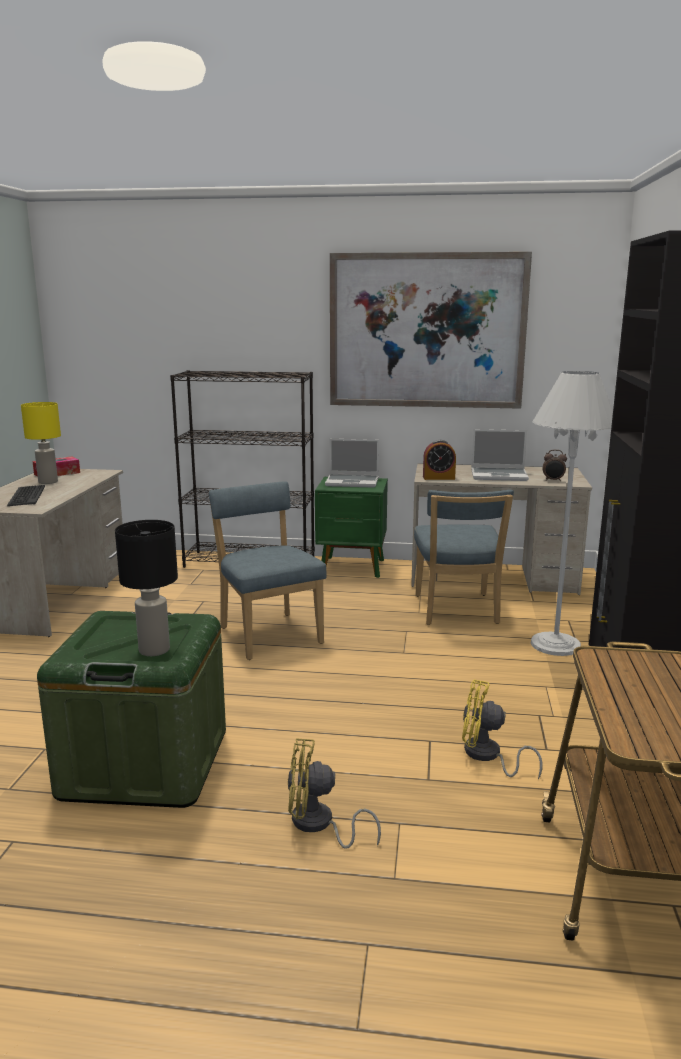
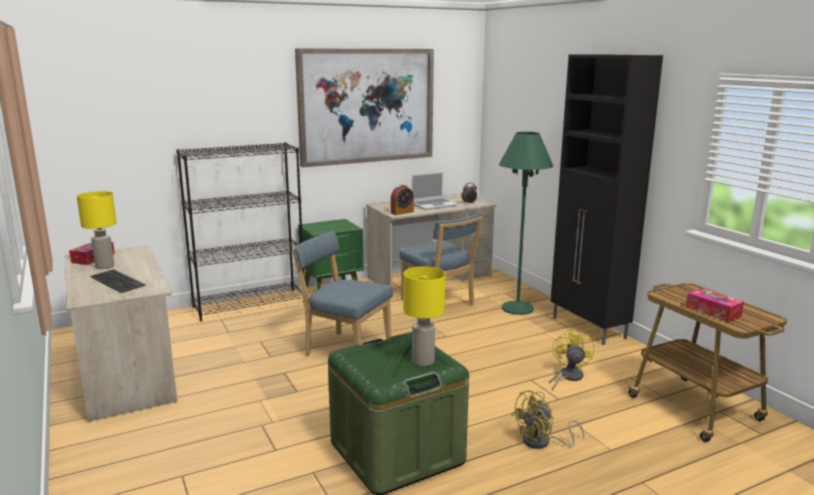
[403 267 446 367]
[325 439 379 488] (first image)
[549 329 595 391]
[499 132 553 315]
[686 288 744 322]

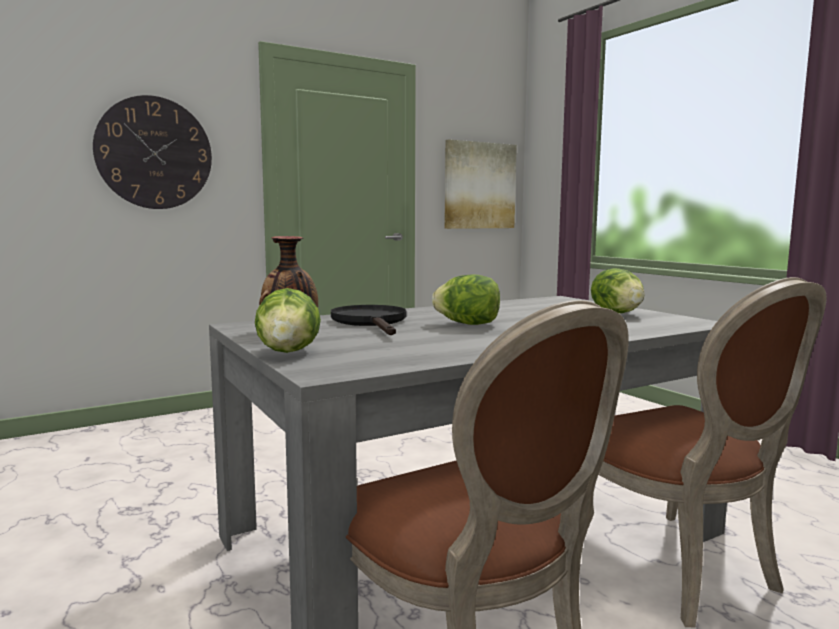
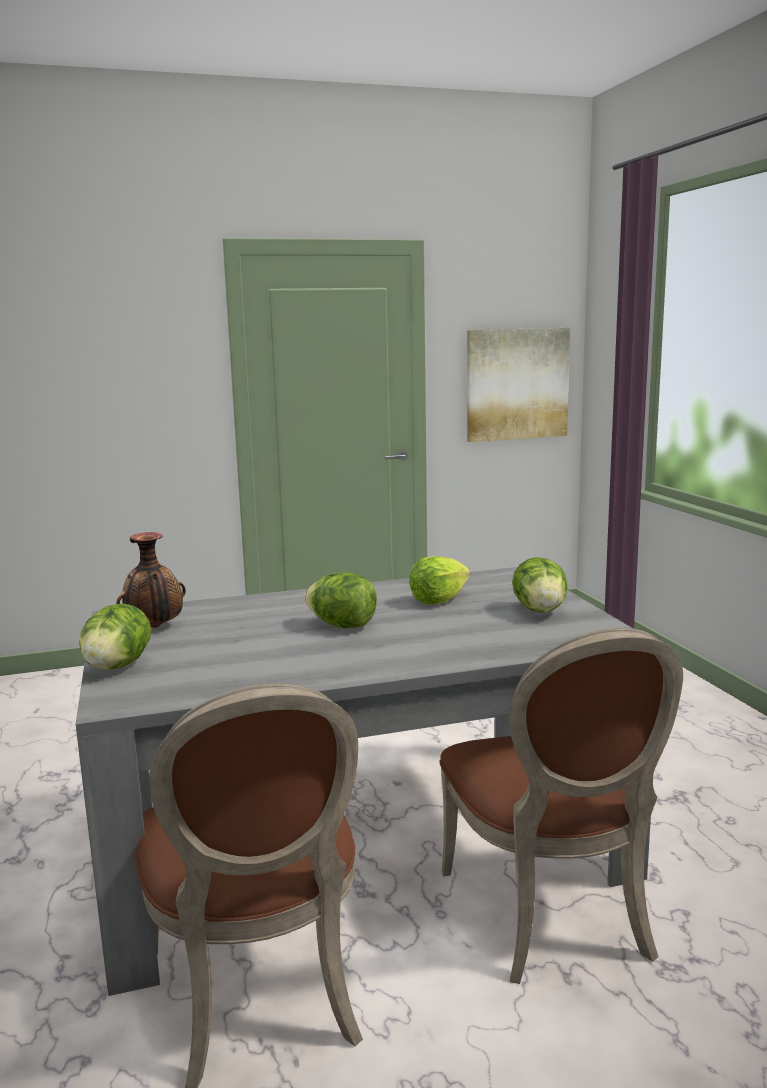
[93 95 212 209] (first image)
[331 305 407 335] (first image)
[409 556 470 604]

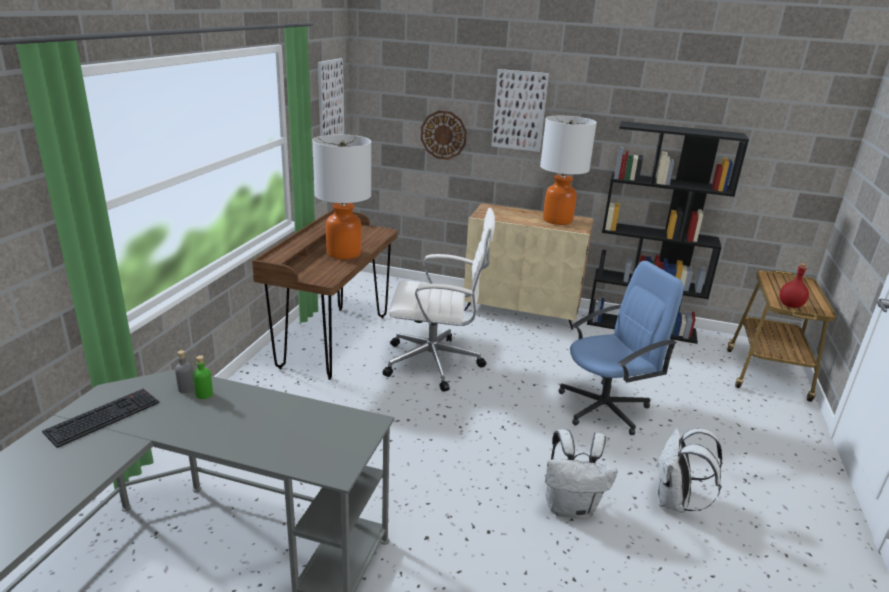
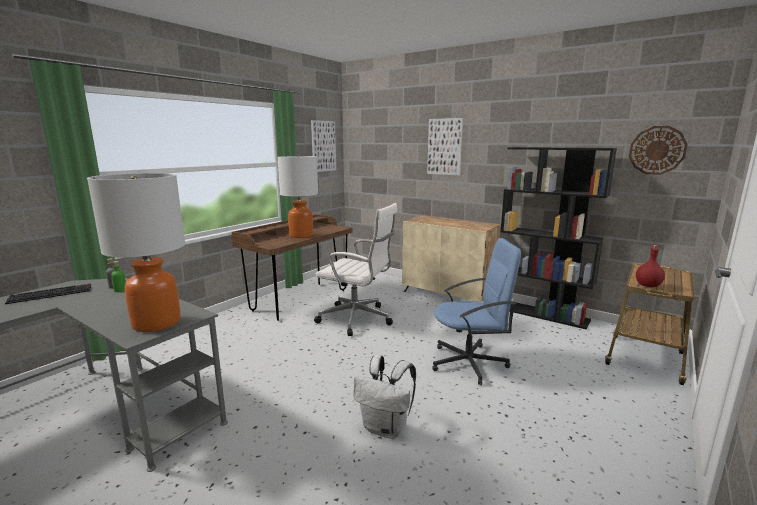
[629 126 688 175]
[87 173 185 332]
[656 428 722 513] (first image)

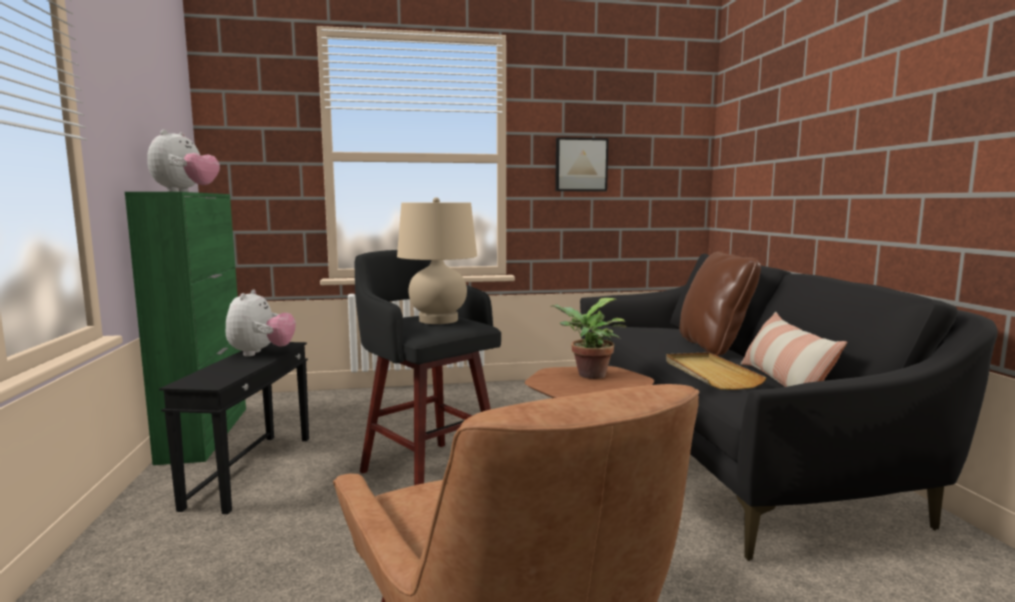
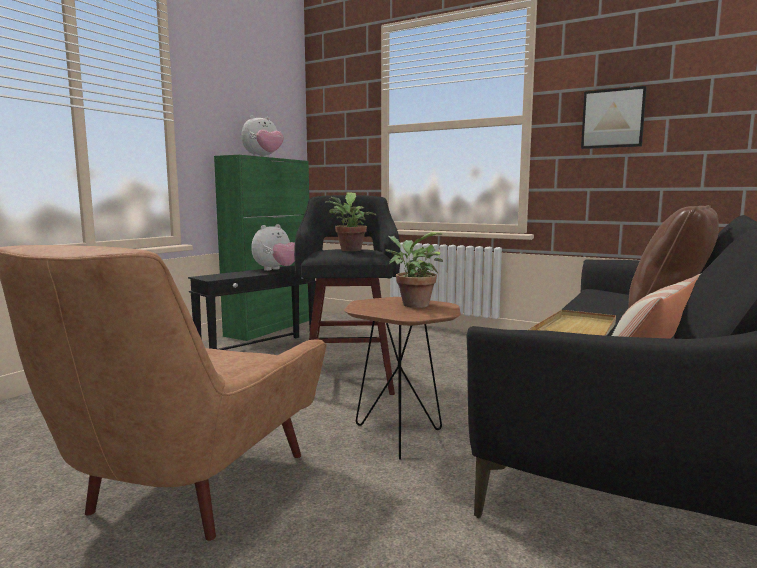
[325 193 376 251]

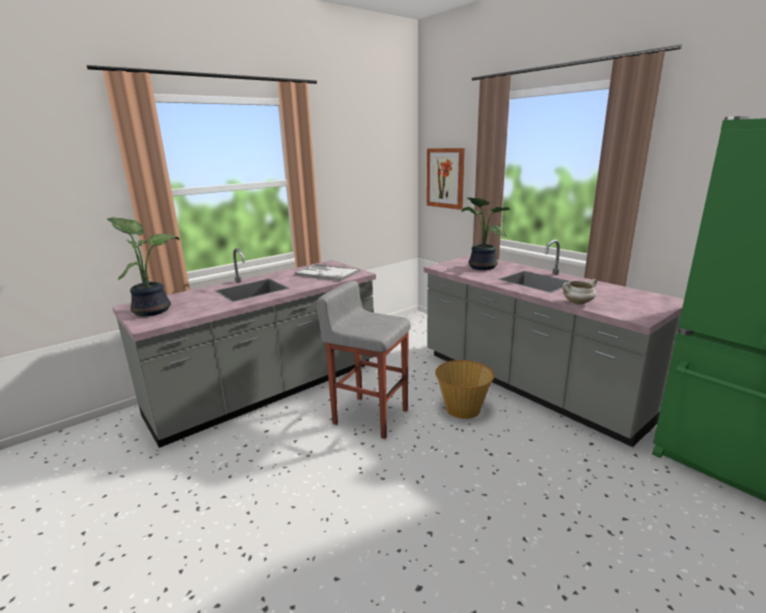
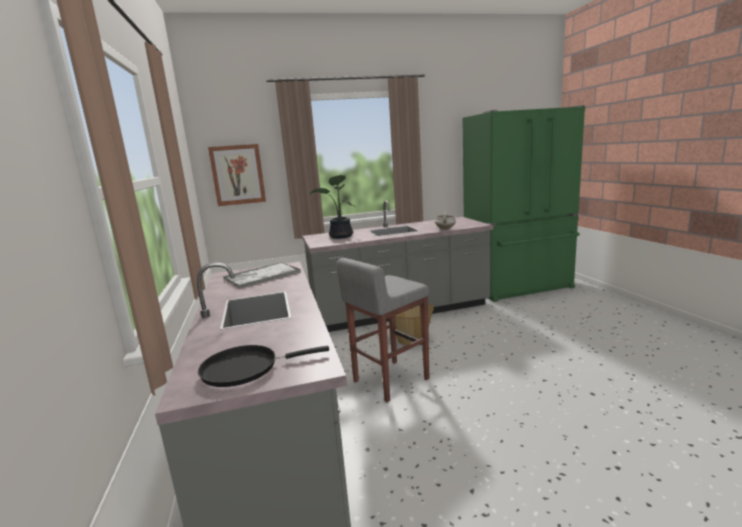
[198 345 329 387]

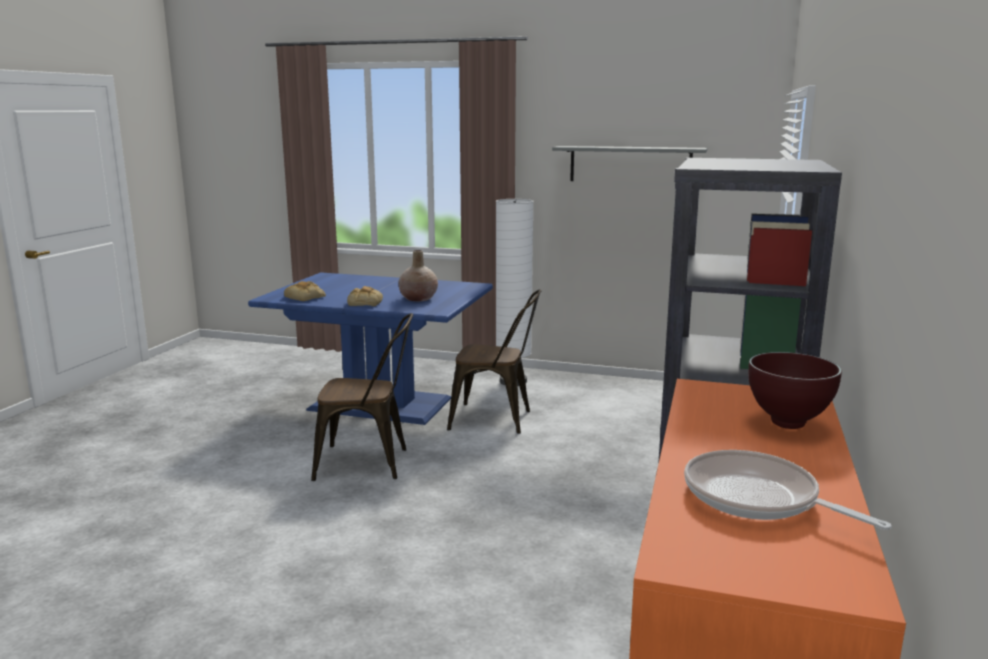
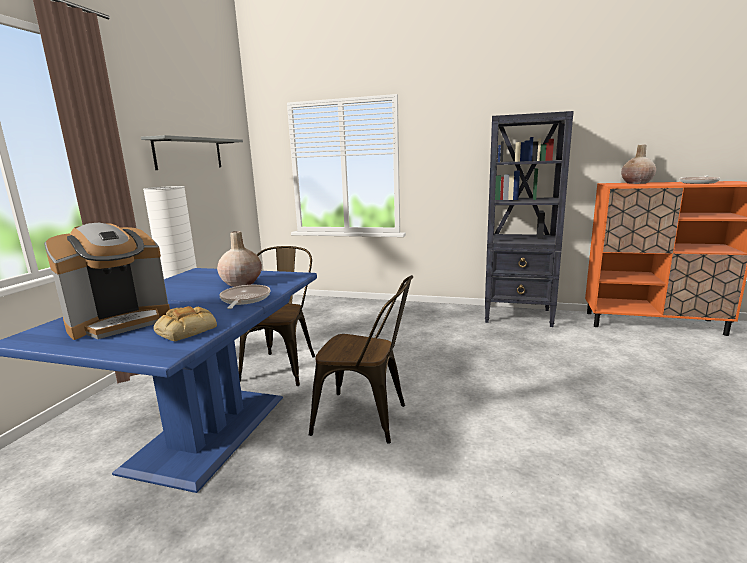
[309 275 413 444]
[219 285 271 309]
[621 145 656 184]
[44 223 170 340]

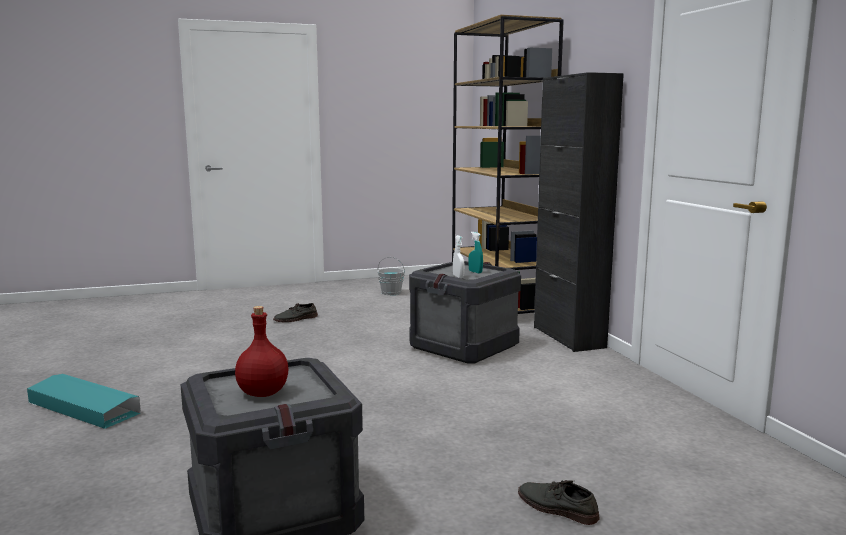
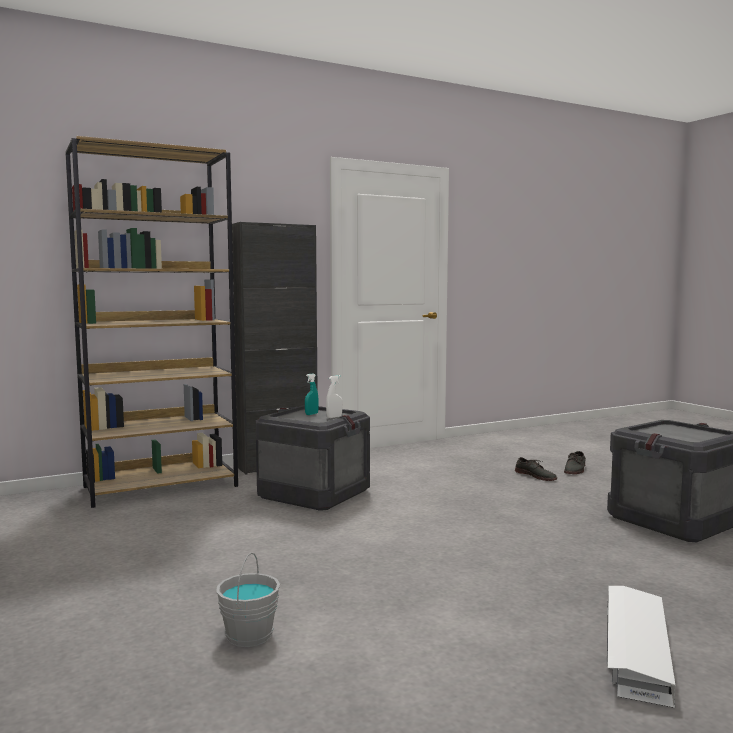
[607 586 676 708]
[235 306 289 397] (first image)
[515 457 557 481]
[216 552 280 647]

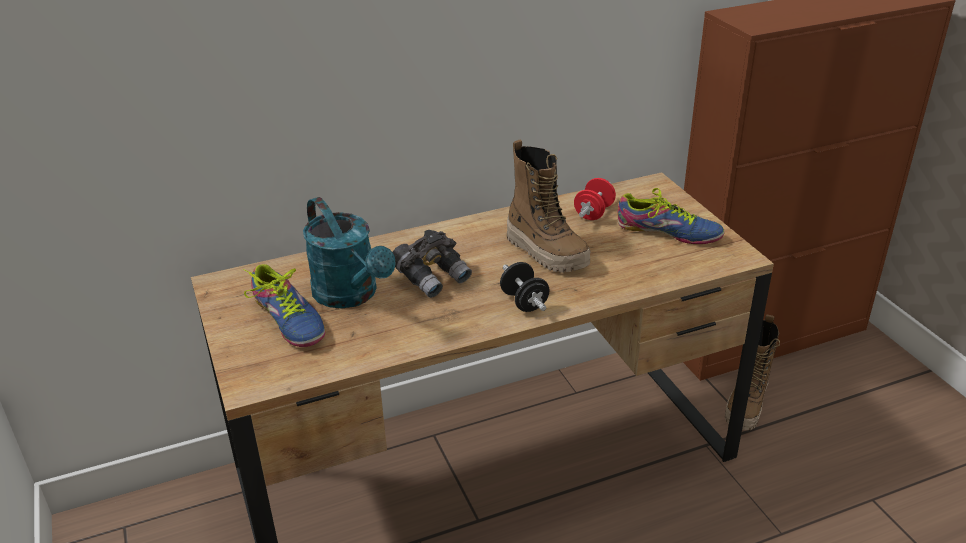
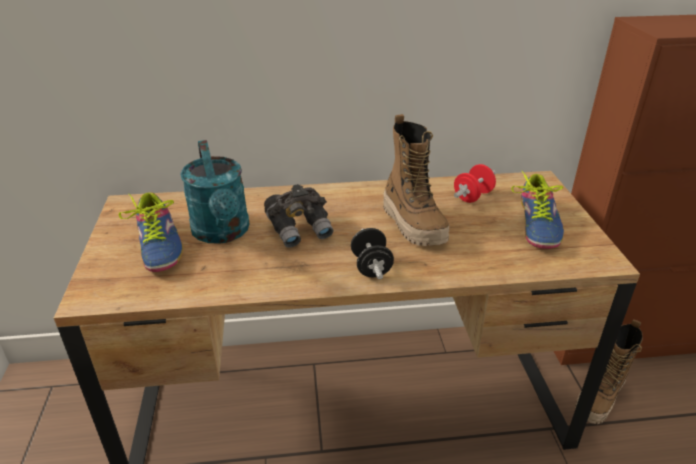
[511 171 564 249]

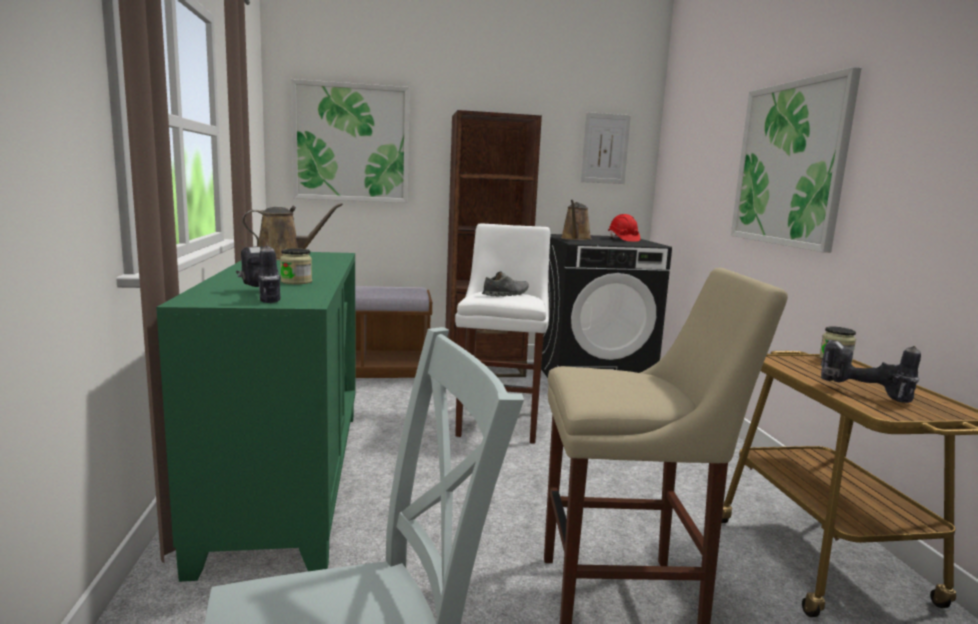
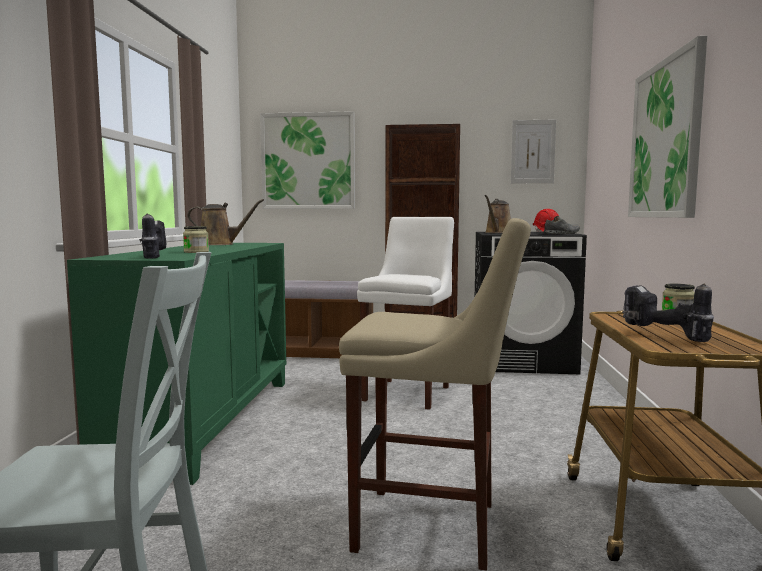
[543 216 580 234]

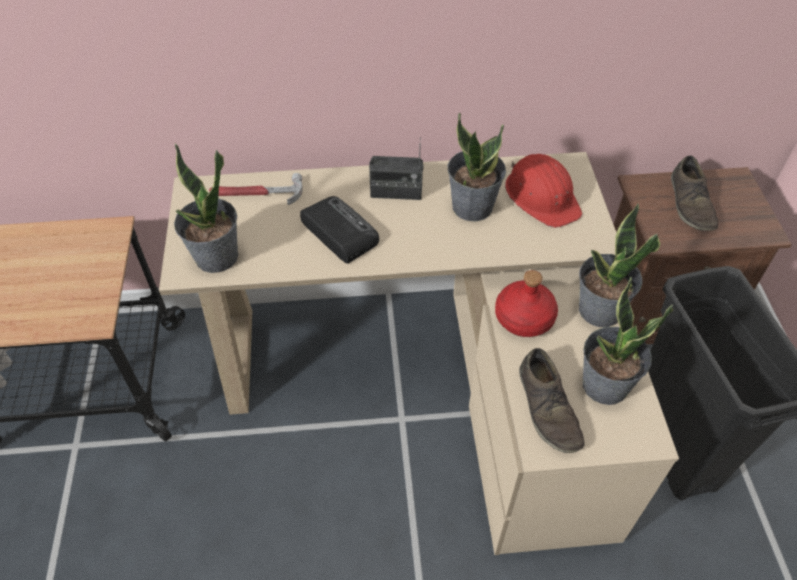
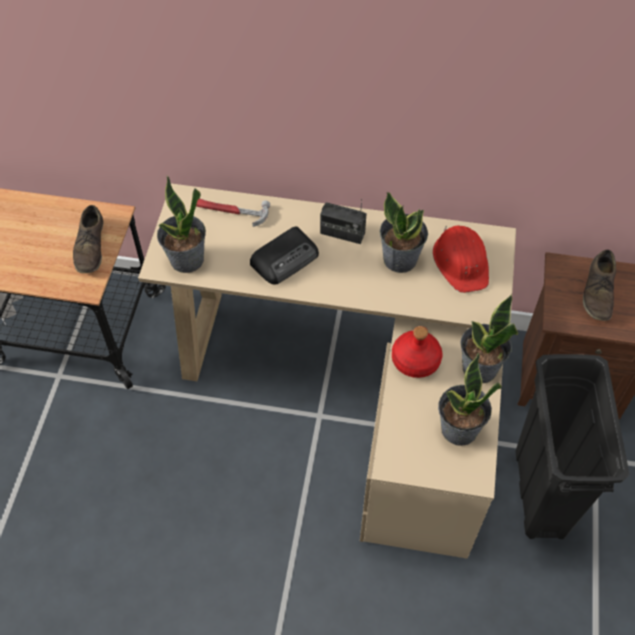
[250 227 319 284]
[73 205 103 273]

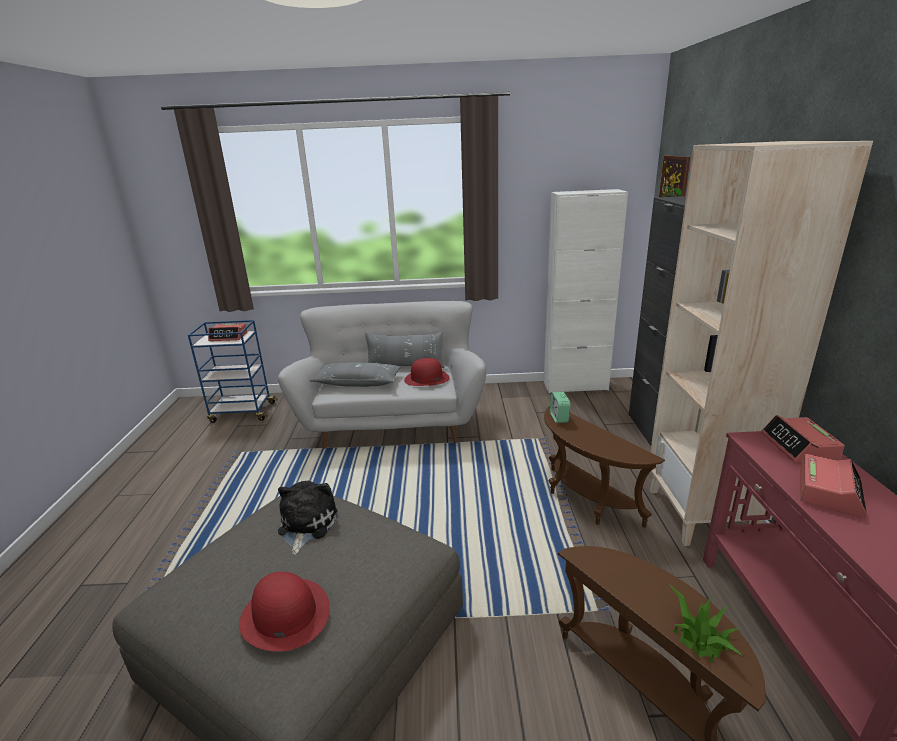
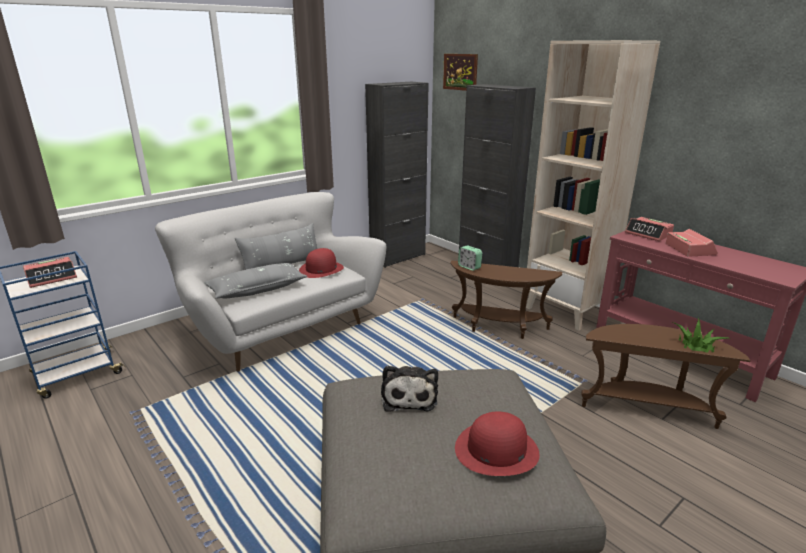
[381 365 438 412]
[365 82 429 268]

